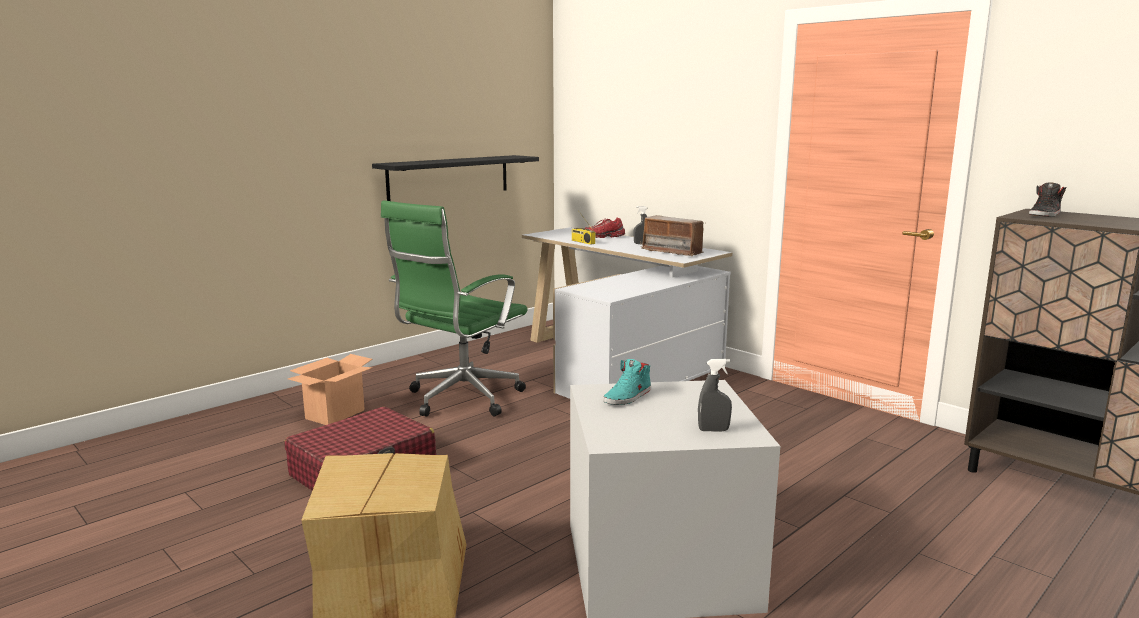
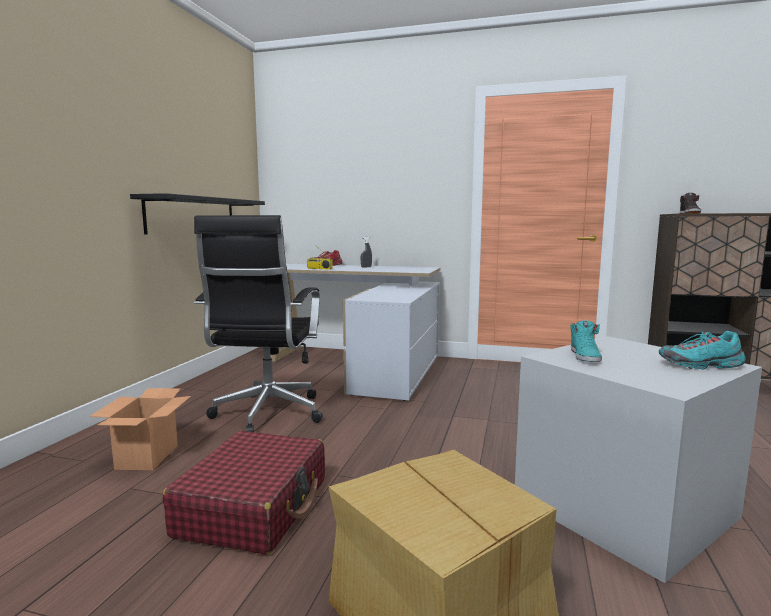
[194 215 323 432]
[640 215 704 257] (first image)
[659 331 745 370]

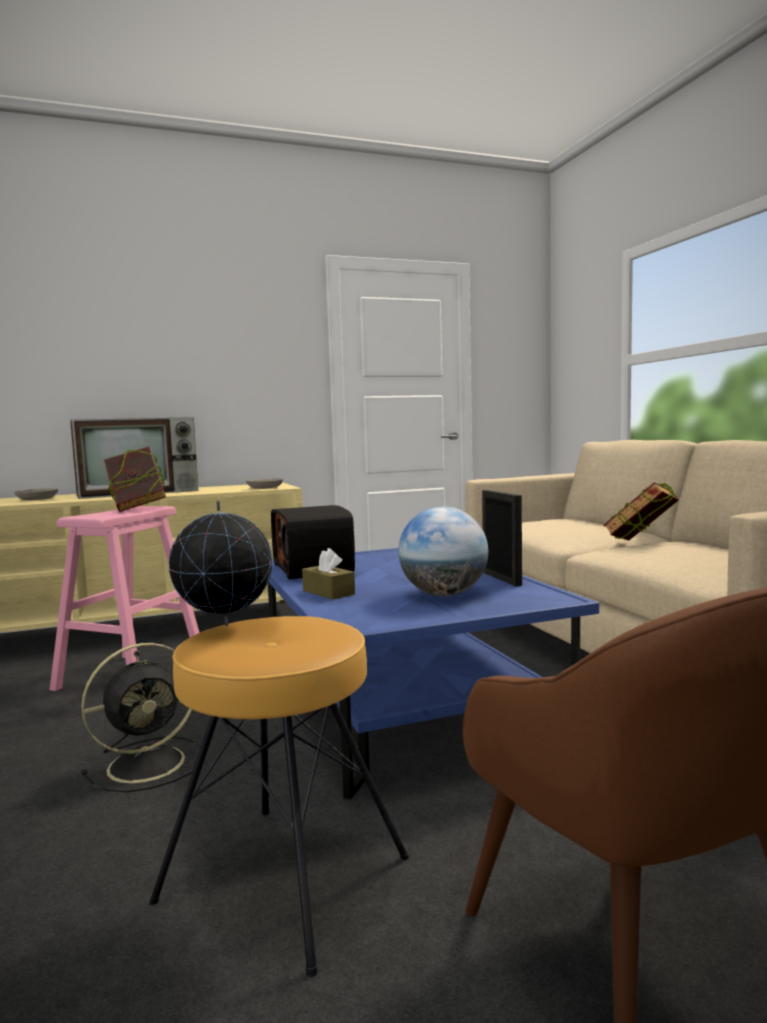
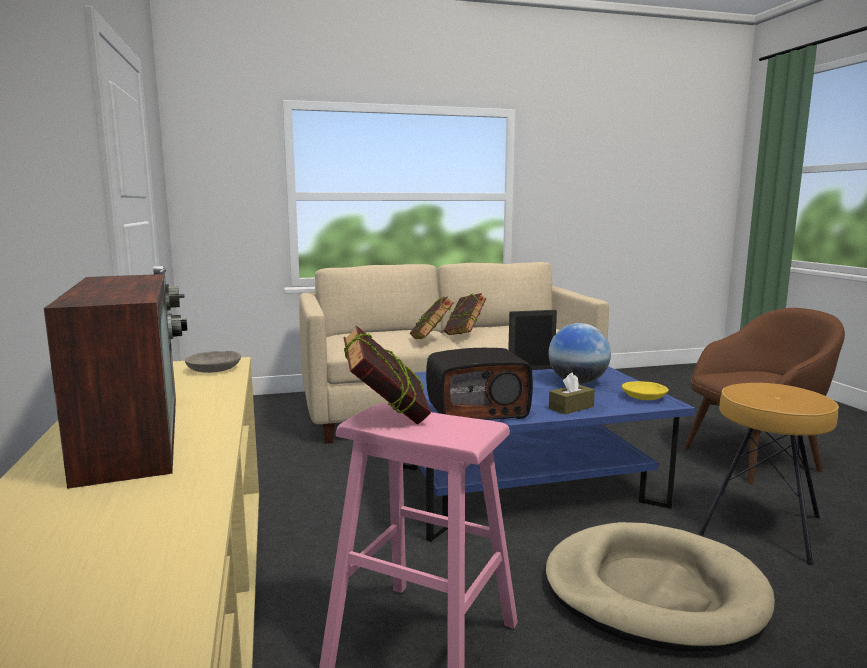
[14 489 58 500] (first image)
[545 522 775 652]
[169 500 272 626] (first image)
[409 296 454 339]
[622 381 669 400]

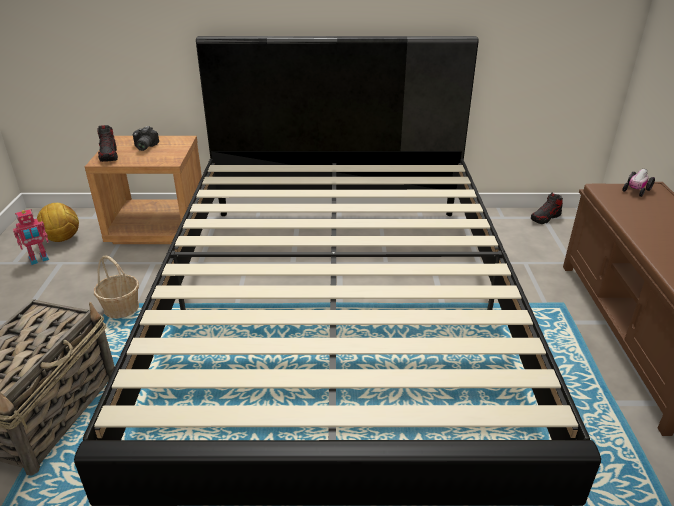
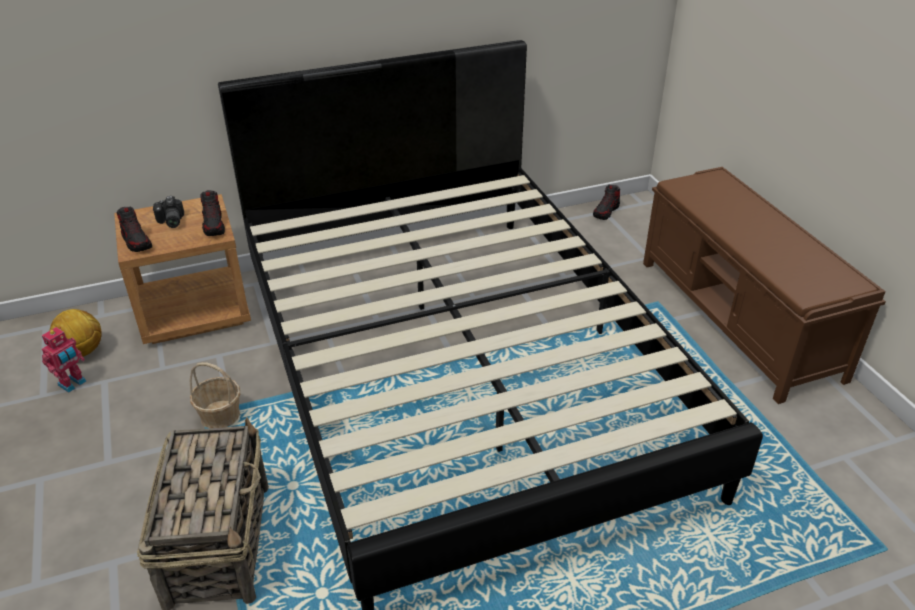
[622 169 655 197] (first image)
[200 190 225 236]

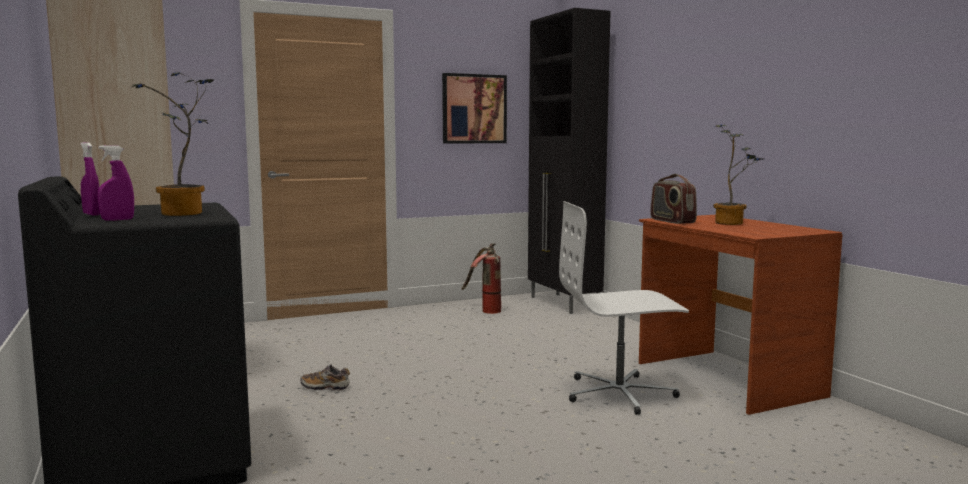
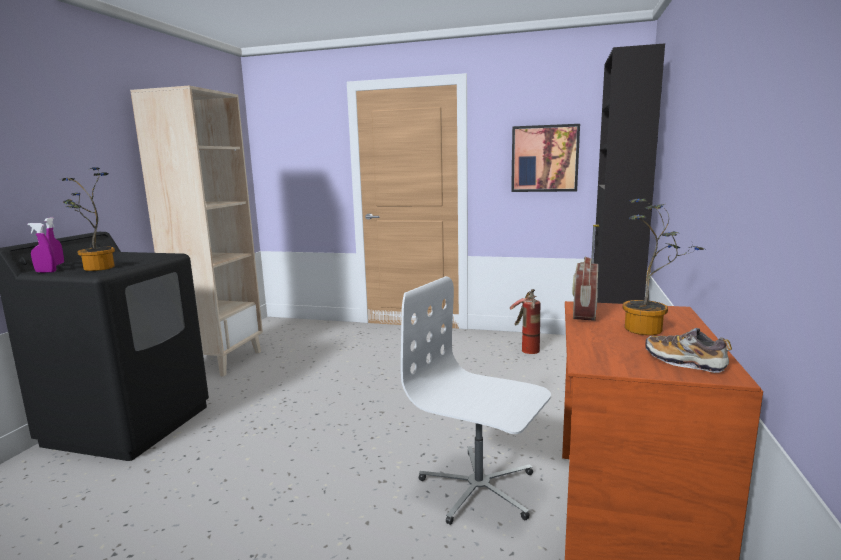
[645 328 732 373]

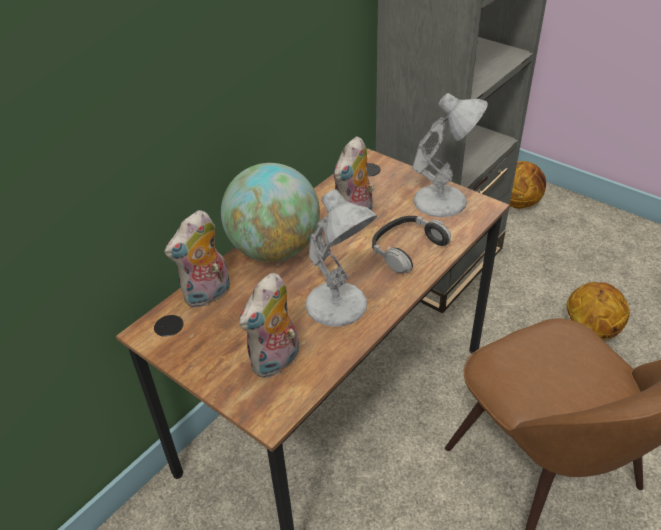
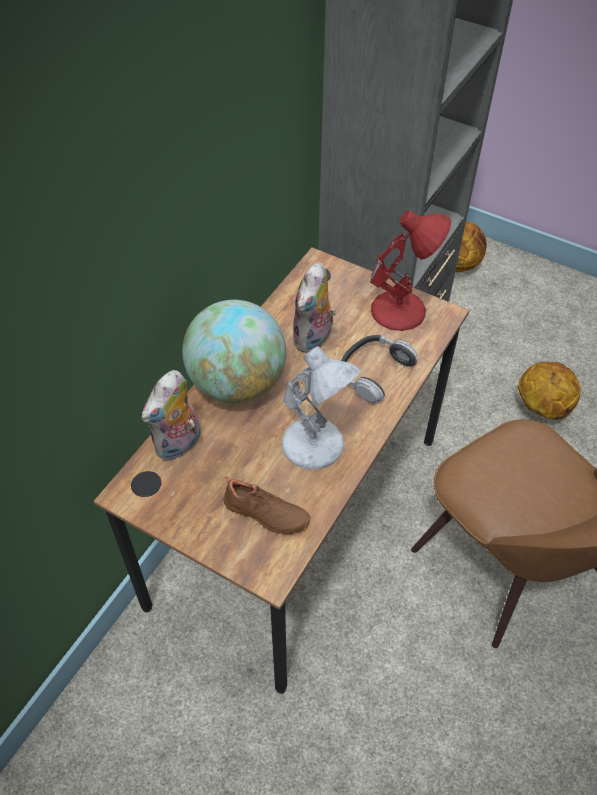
[223 477 310 535]
[370 211 451 331]

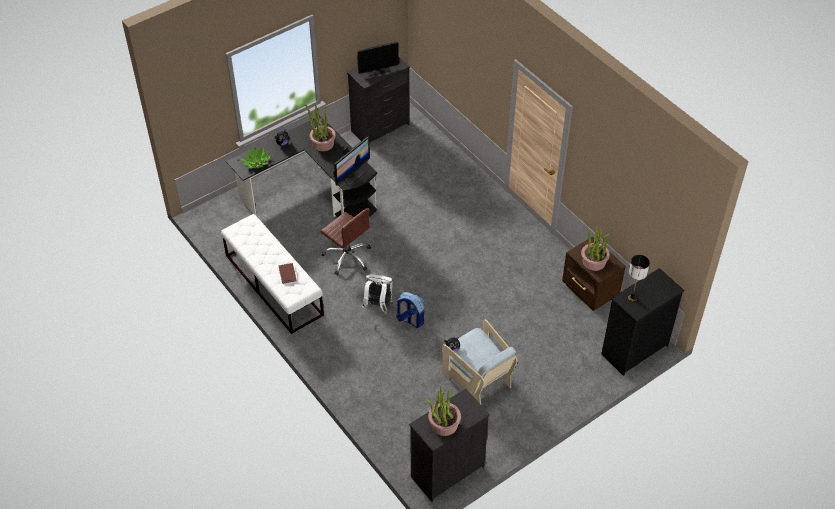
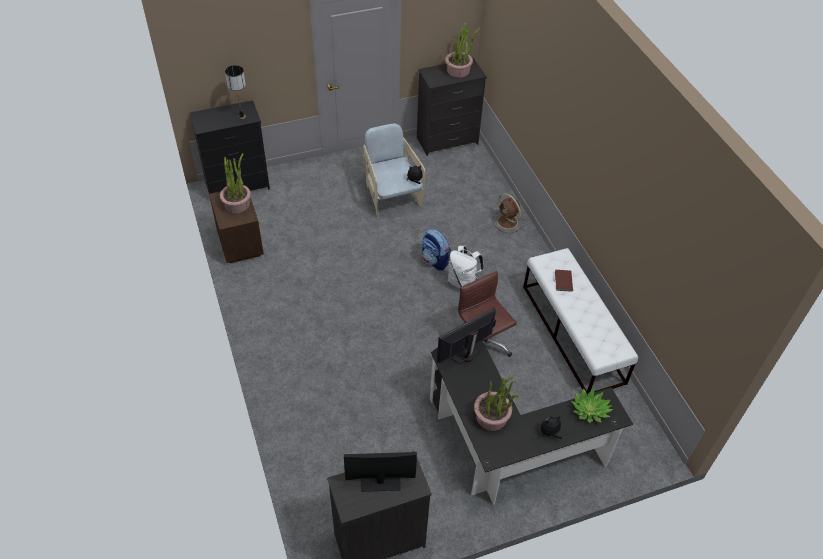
[492 193 524 233]

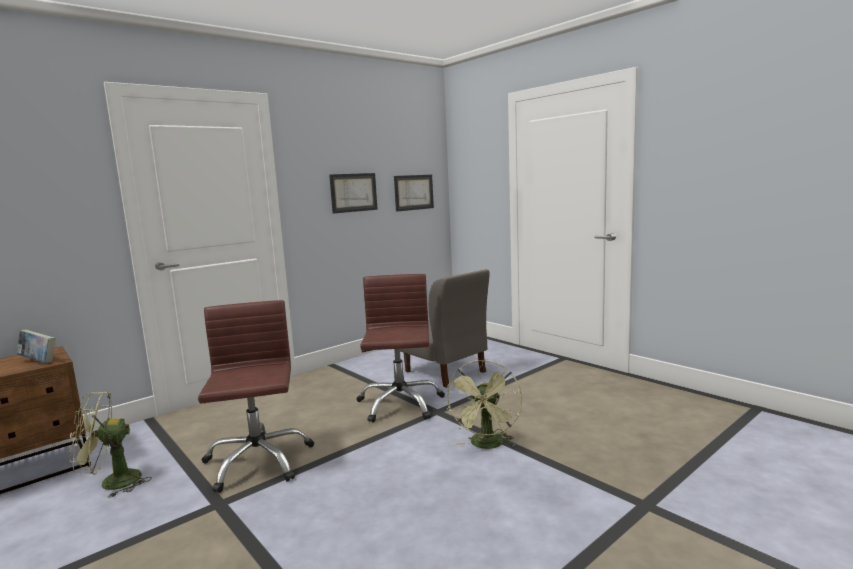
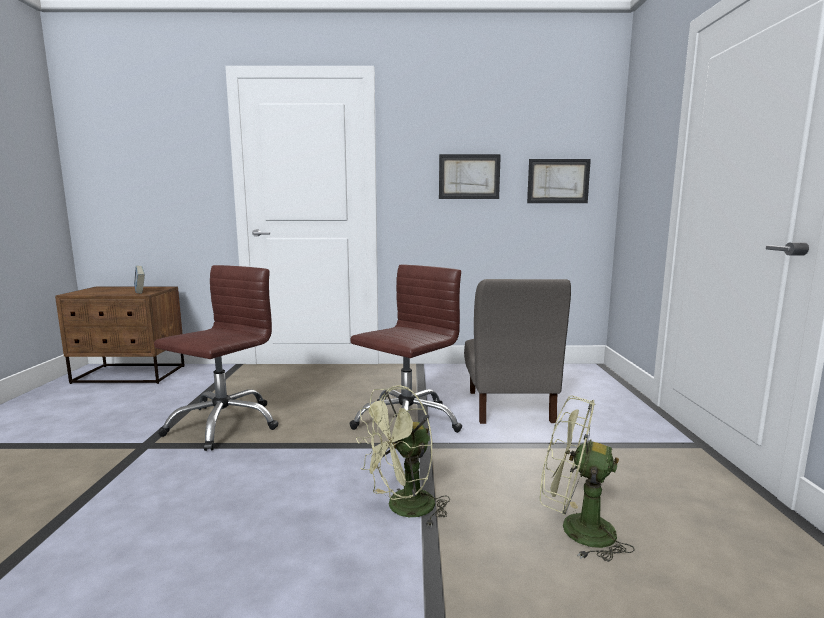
[540 395 635 562]

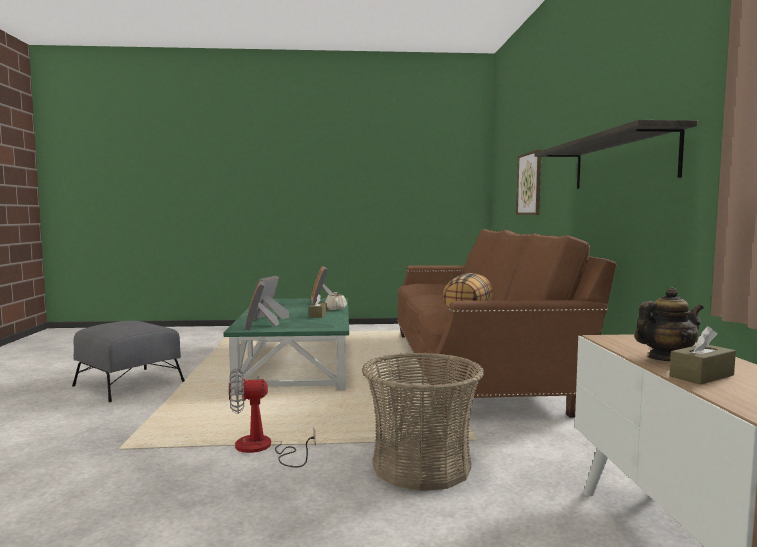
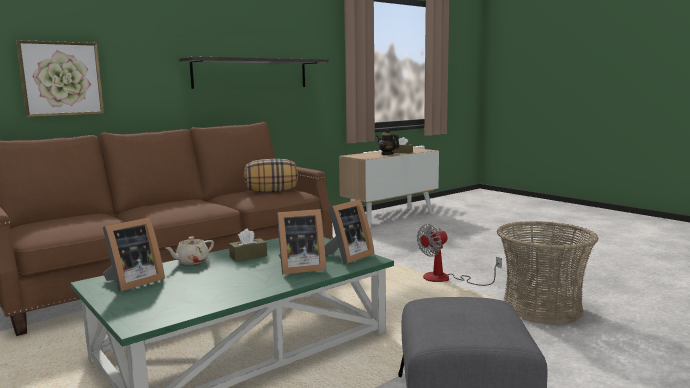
[417 224 502 286]
[497 221 598 325]

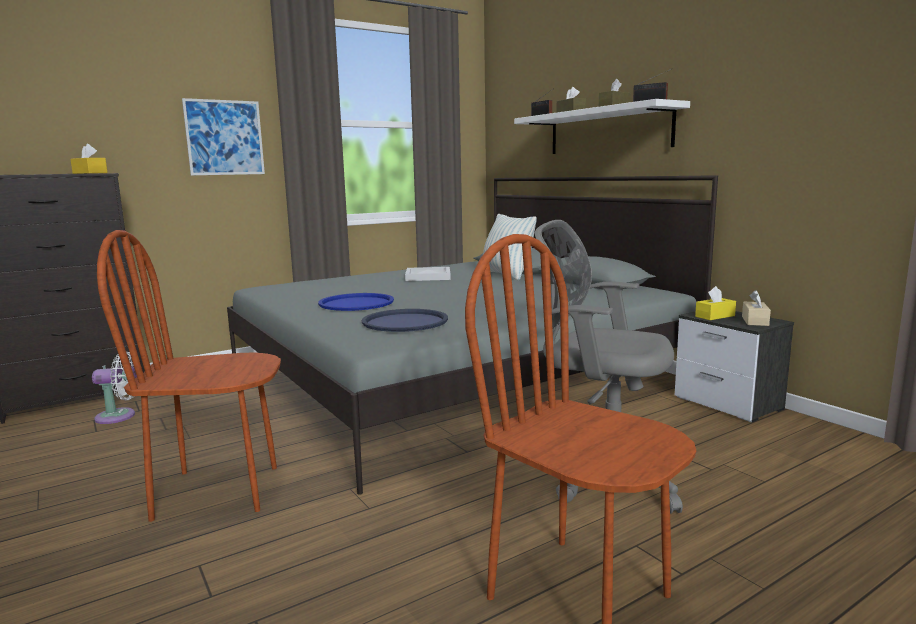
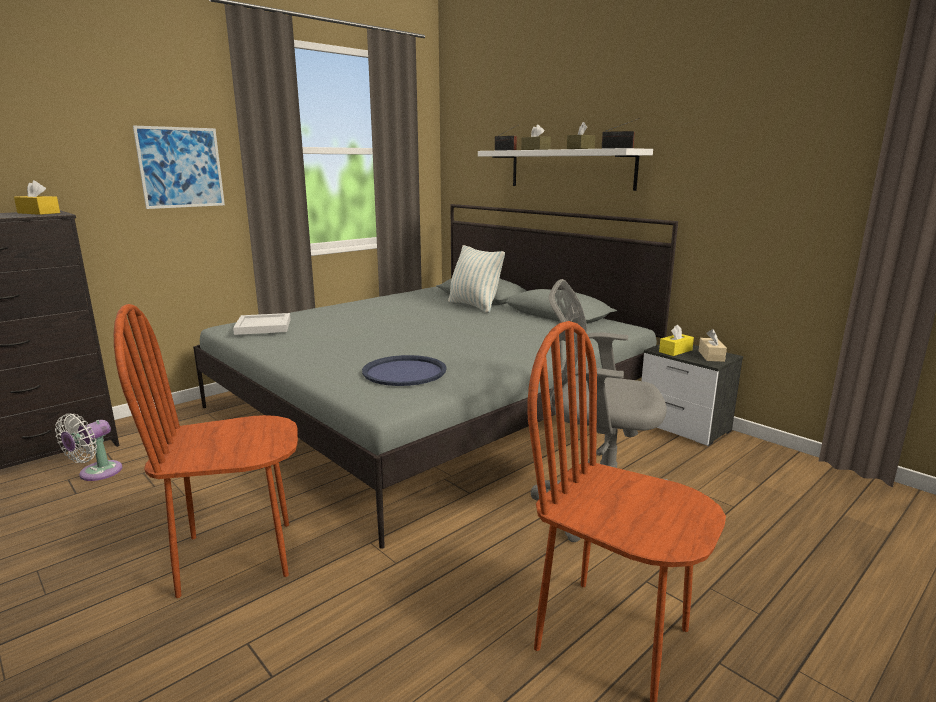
[55 414 123 481]
[318 293 394 311] (first image)
[233 313 291 335]

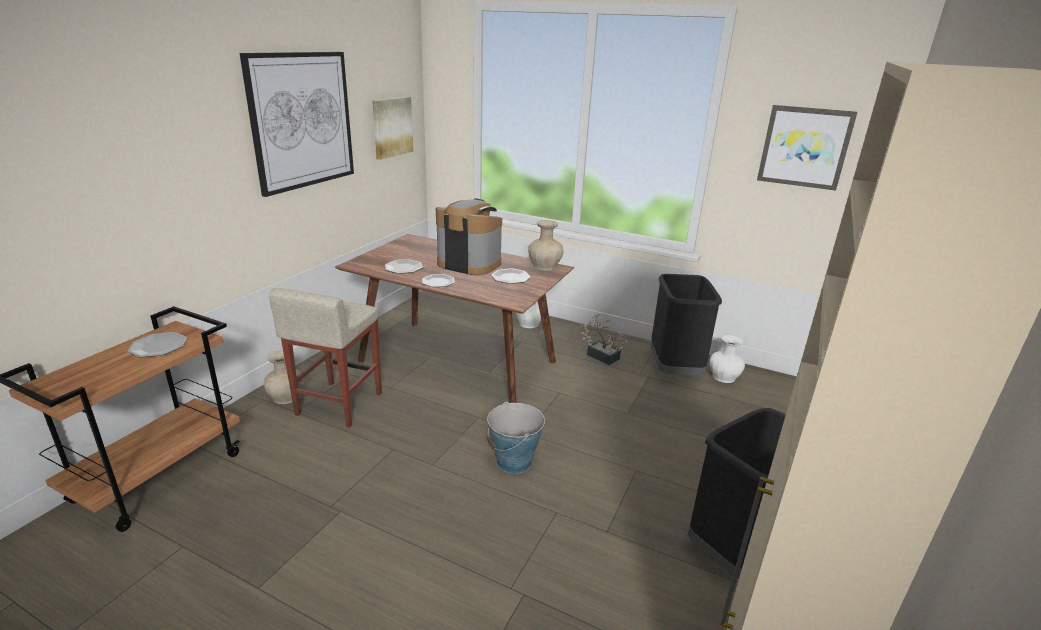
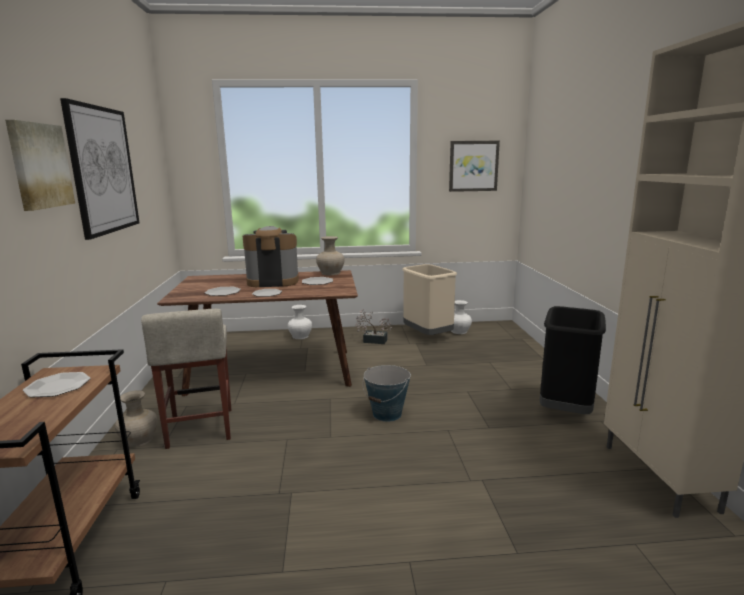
[5 120 75 211]
[402 264 457 335]

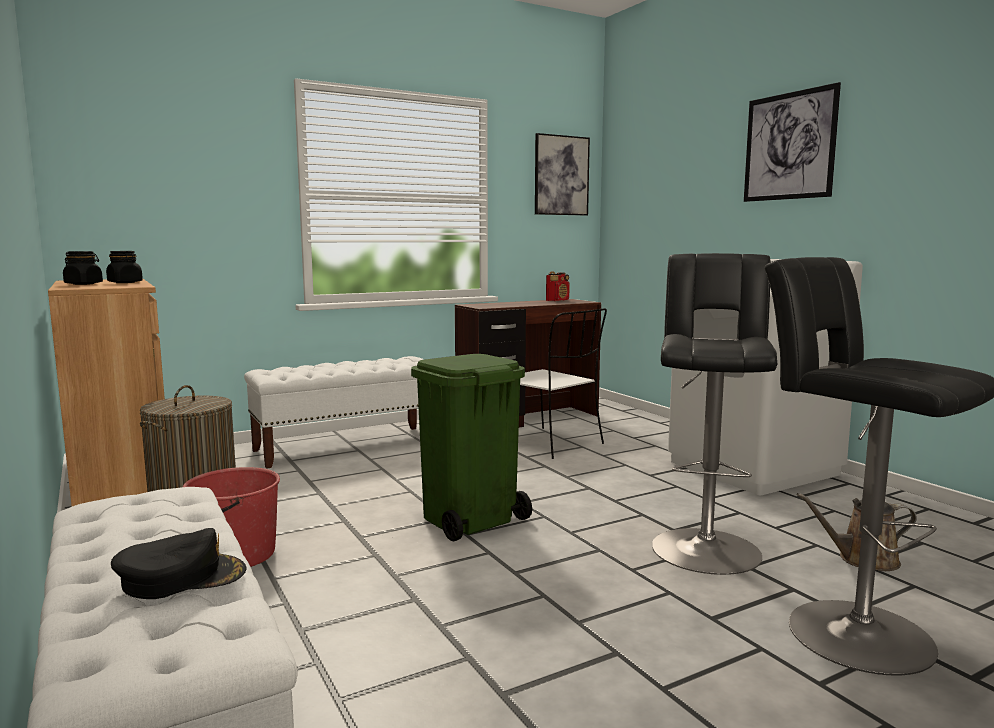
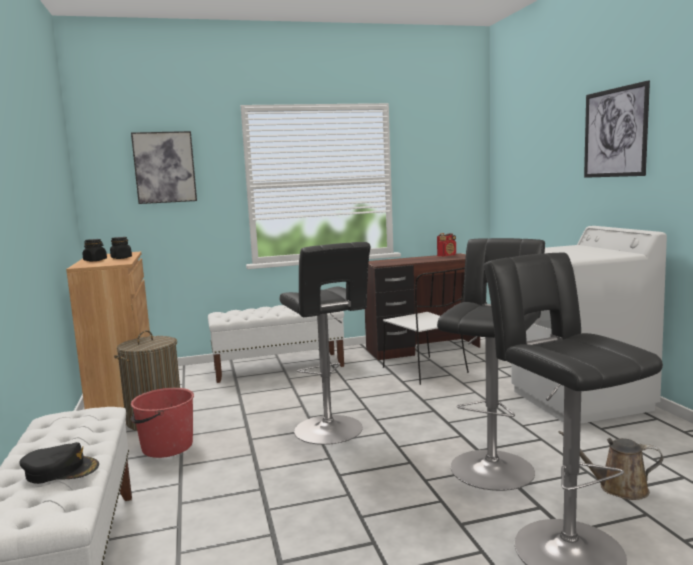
[280 242 371 445]
[131 131 197 204]

